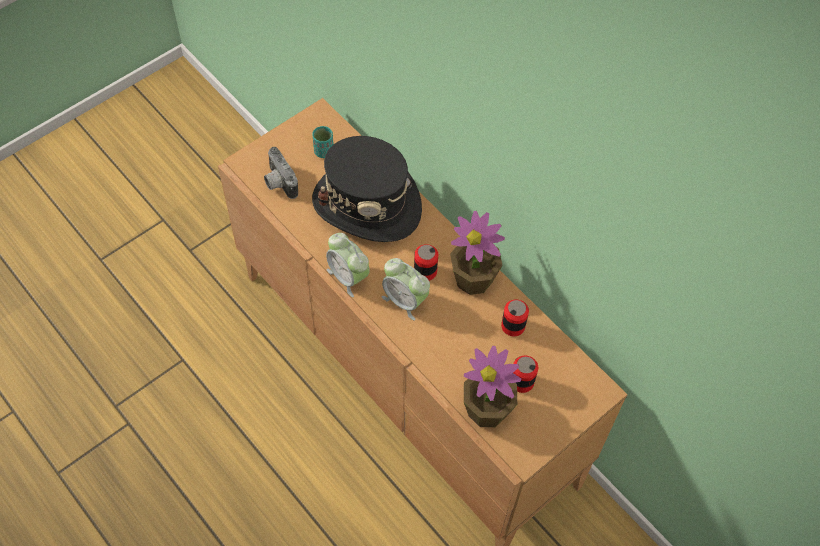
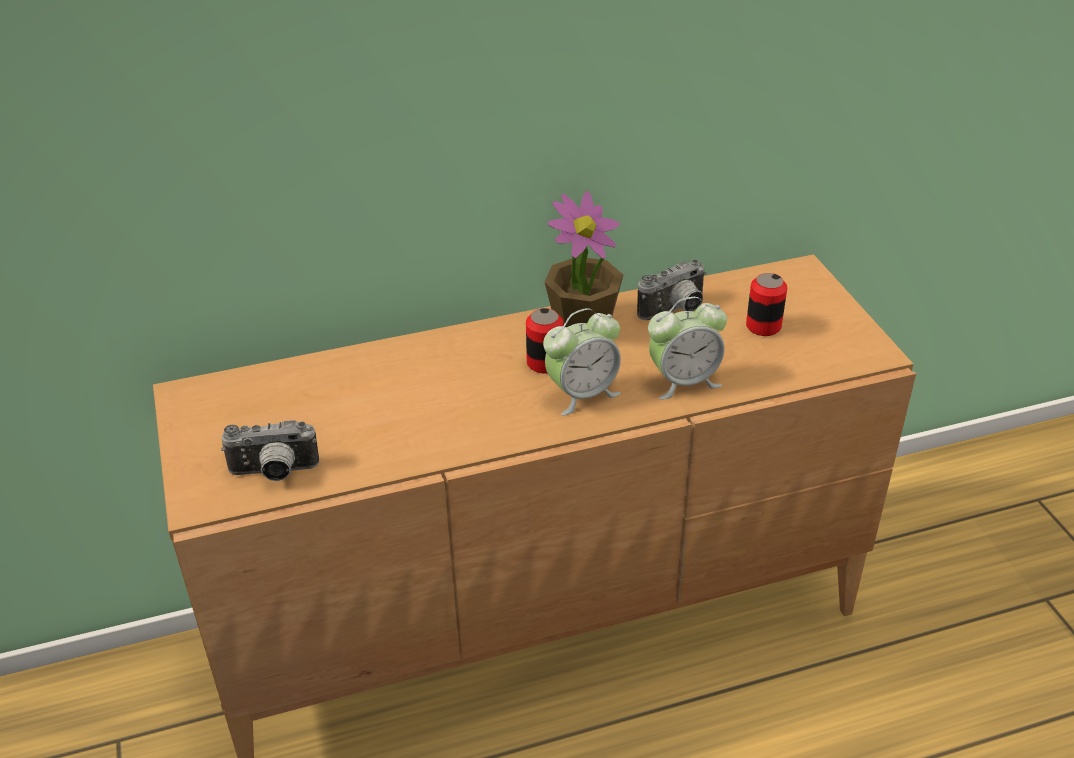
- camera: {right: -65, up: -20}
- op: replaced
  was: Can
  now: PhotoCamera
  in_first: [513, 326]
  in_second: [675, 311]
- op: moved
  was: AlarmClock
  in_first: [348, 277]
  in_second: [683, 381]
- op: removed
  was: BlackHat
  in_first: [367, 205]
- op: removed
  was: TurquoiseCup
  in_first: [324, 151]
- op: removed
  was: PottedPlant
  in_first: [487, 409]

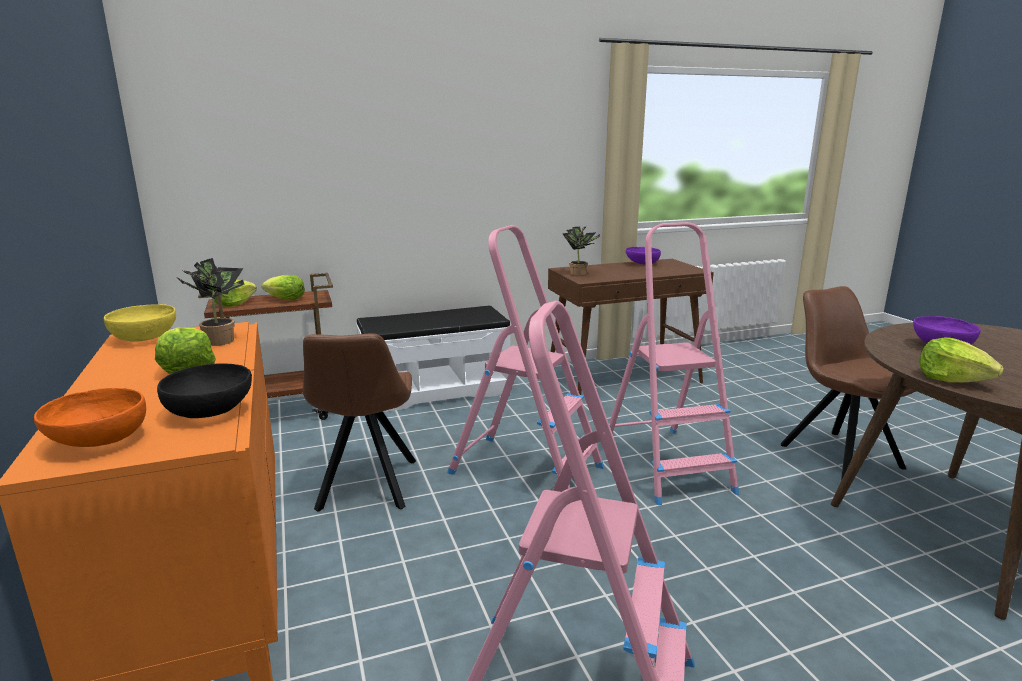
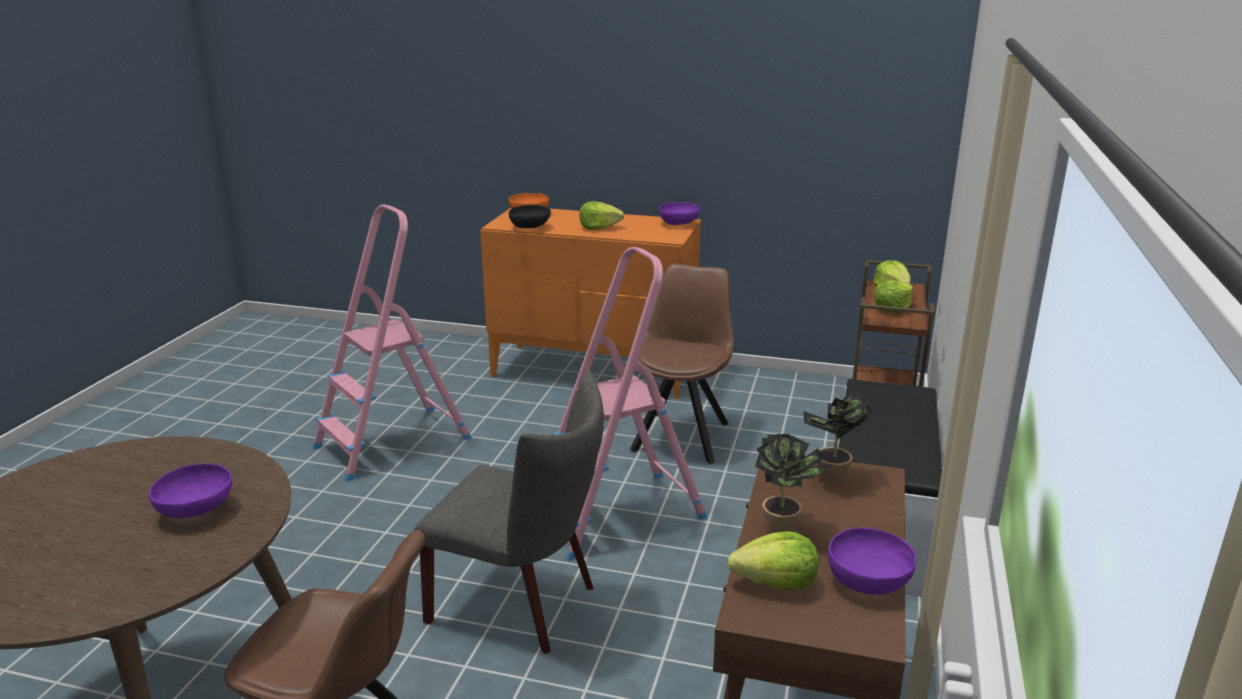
- camera: {right: 125, up: 5}
- op: replaced
  was: PinkStepLadder
  now: GreyChair
  in_first: [667, 464]
  in_second: [522, 604]
- op: turned
  was: BrownChair
  in_first: [367, 485]
  in_second: [682, 436]
  clockwise: 75
- op: recoloured
  was: YellowBowl
  now: PurpleBowl
  in_first: [145, 337]
  in_second: [679, 224]
- op: moved
  was: Lettuce
  in_first: [951, 379]
  in_second: [776, 583]
- op: moved
  was: PottedPlant
  in_first: [220, 340]
  in_second: [785, 528]

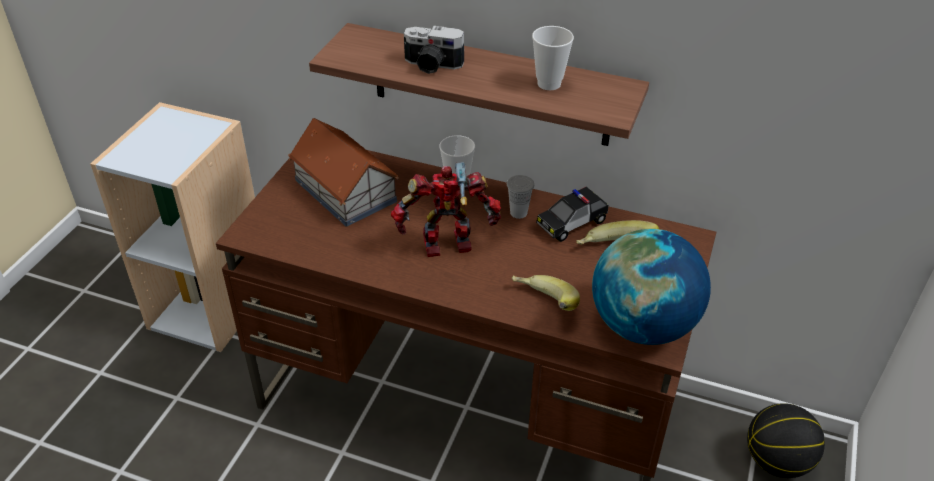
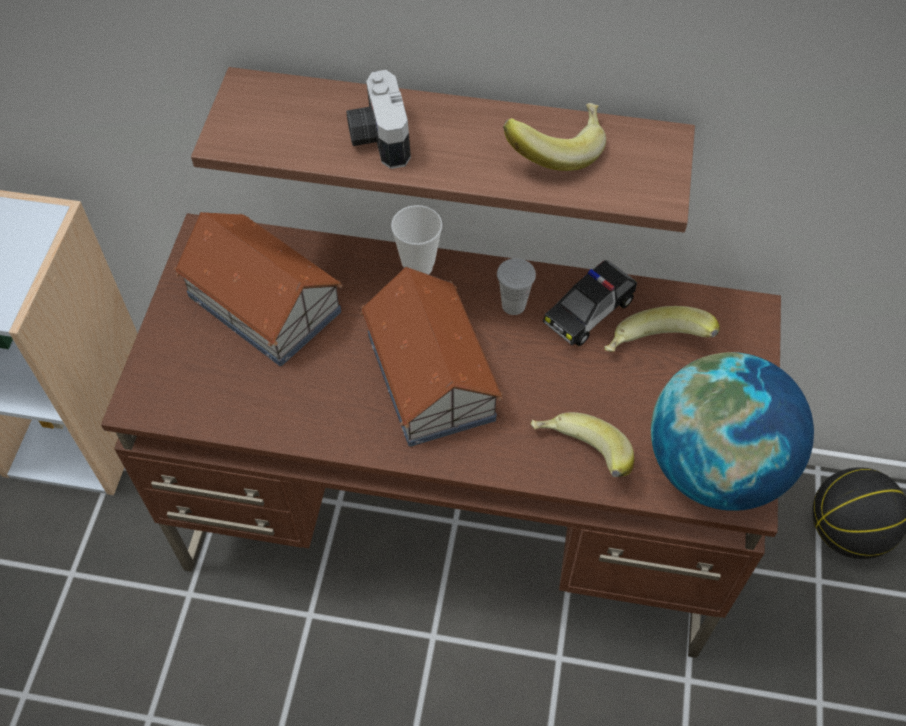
- camera: {right: -10, up: 15}
- op: turned
  was: PhotoCamera
  in_first: [432, 65]
  in_second: [377, 138]
  clockwise: 75
- op: replaced
  was: ToyRobot
  now: ToyHouse
  in_first: [448, 246]
  in_second: [430, 378]
- op: replaced
  was: Cup
  now: Banana
  in_first: [549, 84]
  in_second: [555, 150]

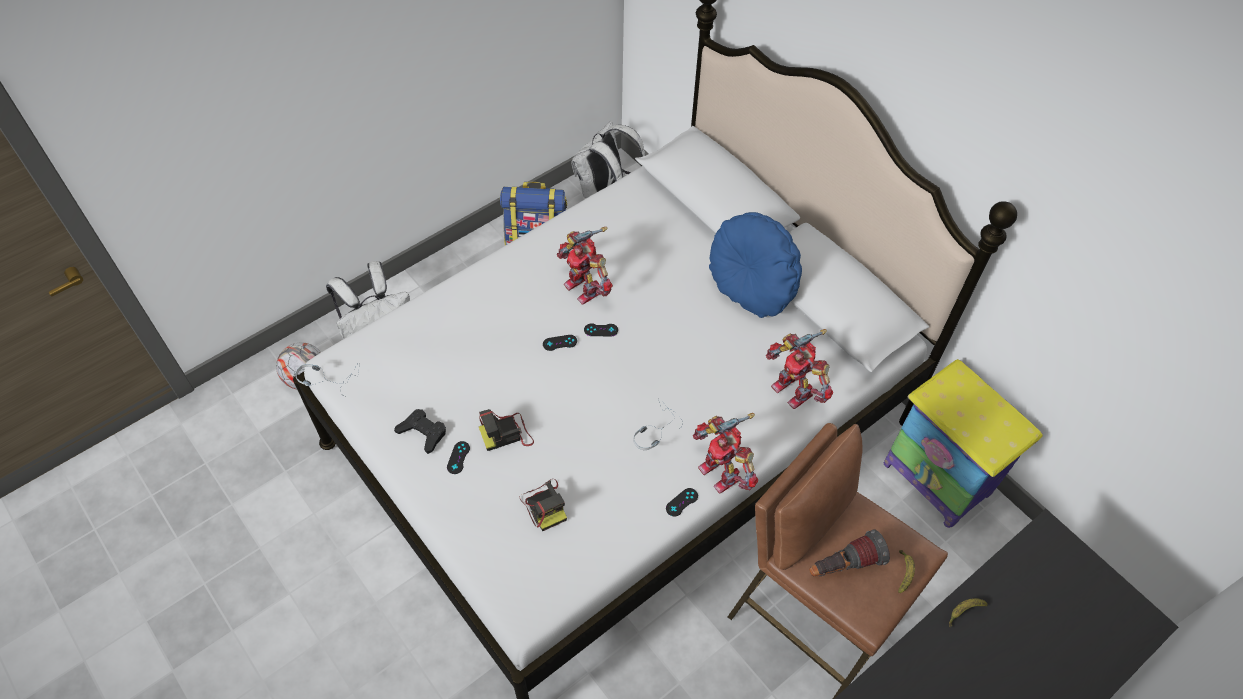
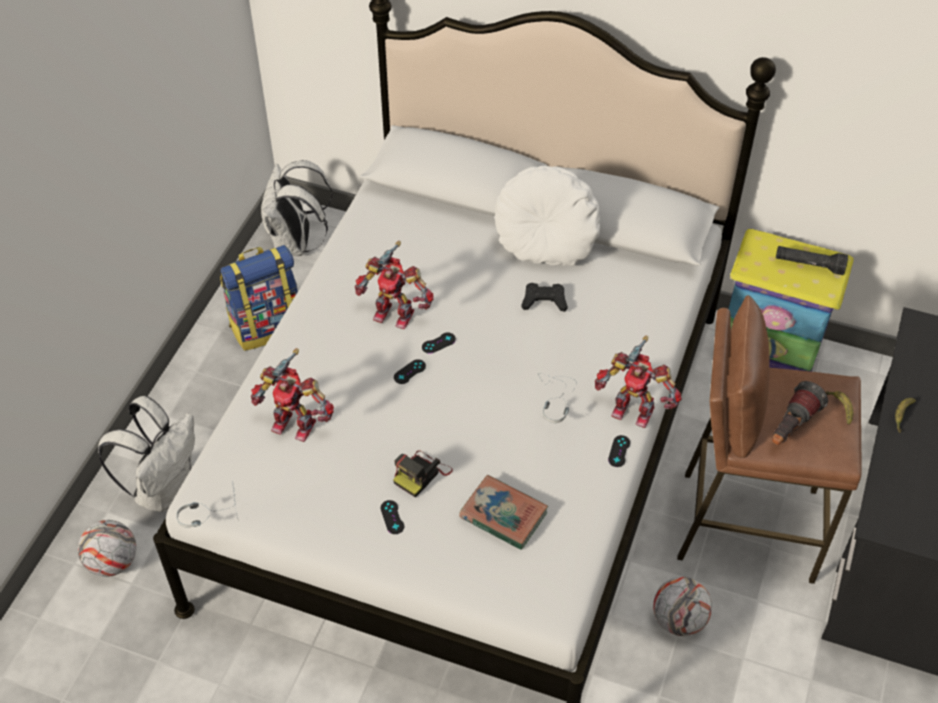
- camera: {right: -30, up: -5}
- op: moved
  was: ToyRobot
  in_first: [794, 389]
  in_second: [295, 423]
- op: replaced
  was: PhotoCamera
  now: Book
  in_first: [545, 505]
  in_second: [503, 515]
- op: recoloured
  was: BluePillow
  now: WhitePillow
  in_first: [749, 293]
  in_second: [545, 250]
- op: moved
  was: BlackGameController
  in_first: [423, 432]
  in_second: [544, 301]
- op: added
  now: Football
  in_second: [679, 620]
- op: added
  now: BlackFlashlight
  in_second: [809, 265]

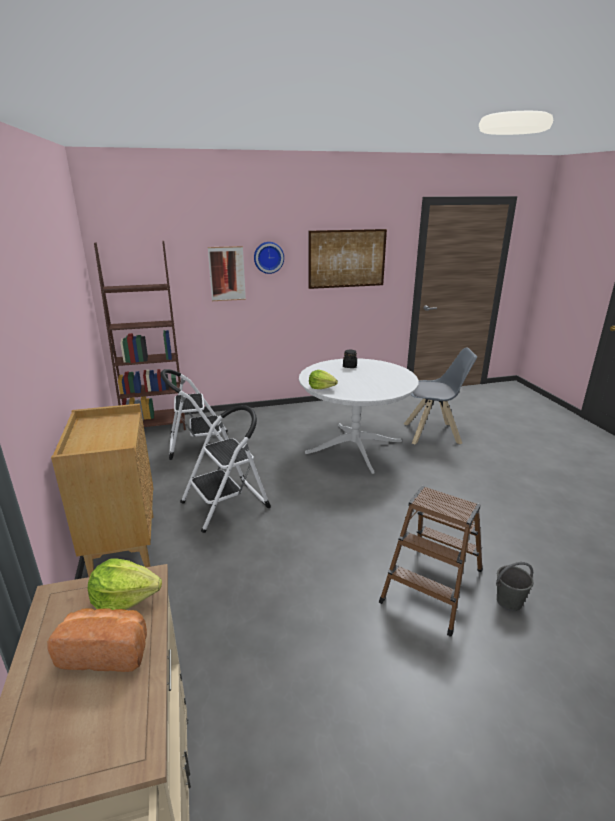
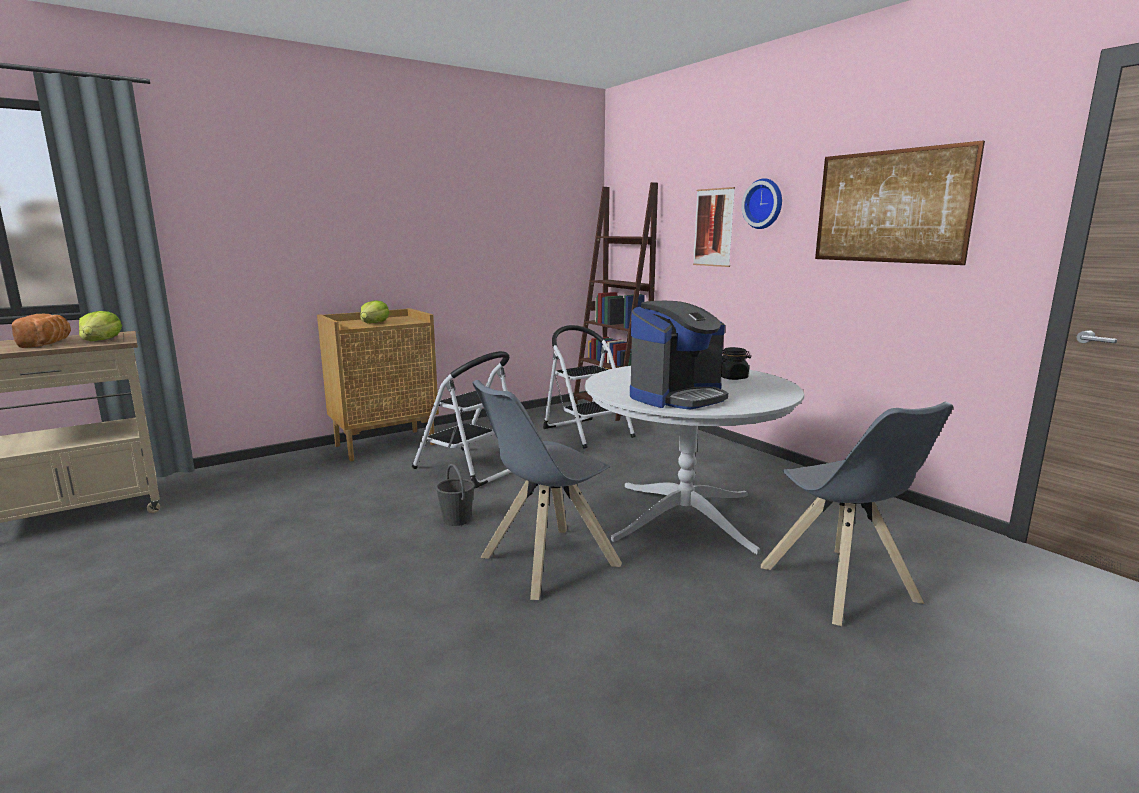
- camera: {right: 70, up: -10}
- op: moved
  was: Lettuce
  in_first: [321, 387]
  in_second: [374, 323]
- op: moved
  was: GreyBucket
  in_first: [508, 602]
  in_second: [456, 519]
- op: added
  now: GreyChair
  in_second: [546, 562]
- op: added
  now: CoffeeMachine
  in_second: [677, 397]
- op: removed
  was: BrownStepLadder
  in_first: [432, 584]

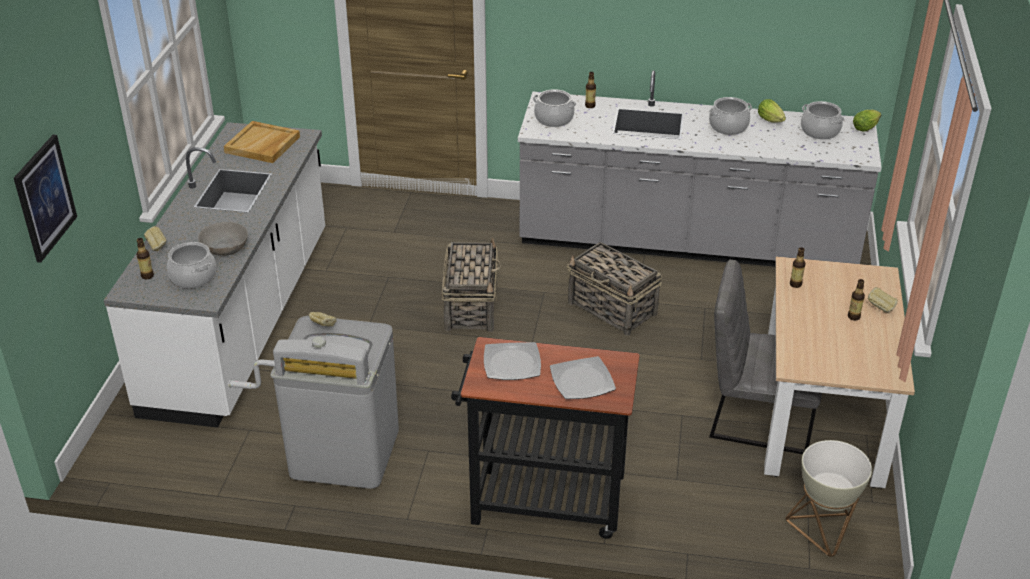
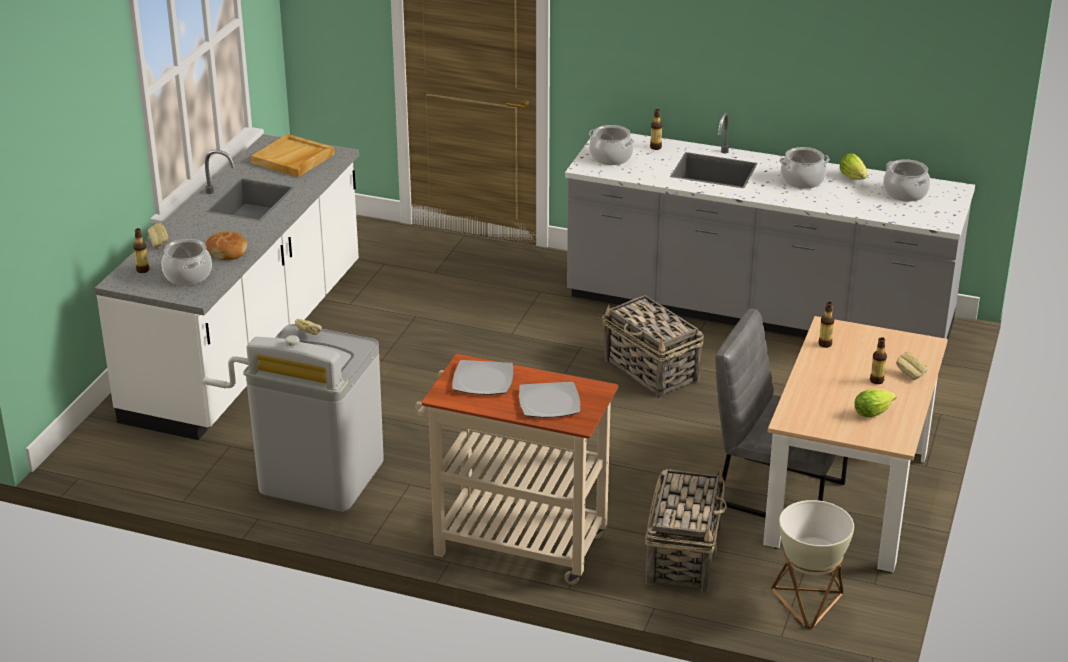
- camera: {right: 10, up: -5}
- op: replaced
  was: GreyBowl
  now: Bread
  in_first: [225, 248]
  in_second: [227, 252]
- op: recoloured
  was: BlackCart
  now: BeigeCart
  in_first: [544, 503]
  in_second: [517, 545]
- op: moved
  was: Basket
  in_first: [471, 306]
  in_second: [683, 555]
- op: moved
  was: Lettuce
  in_first: [866, 128]
  in_second: [874, 412]
- op: removed
  was: Picture
  in_first: [44, 198]

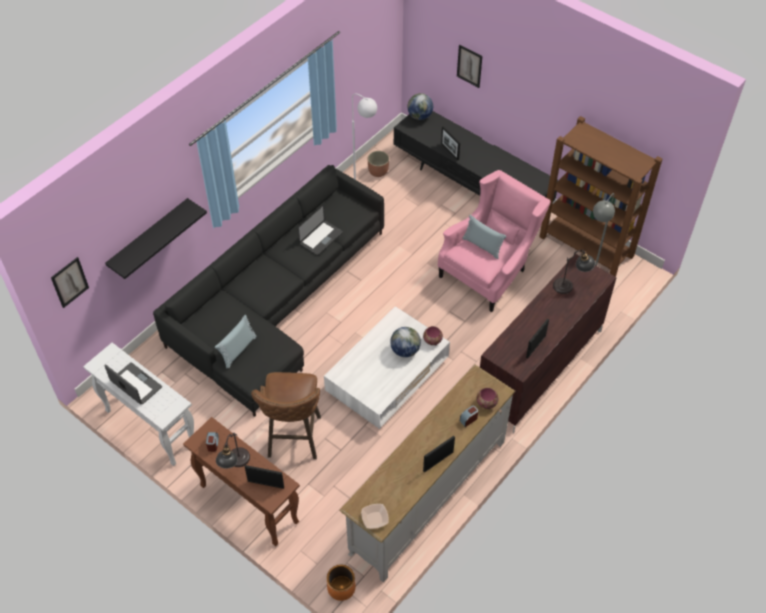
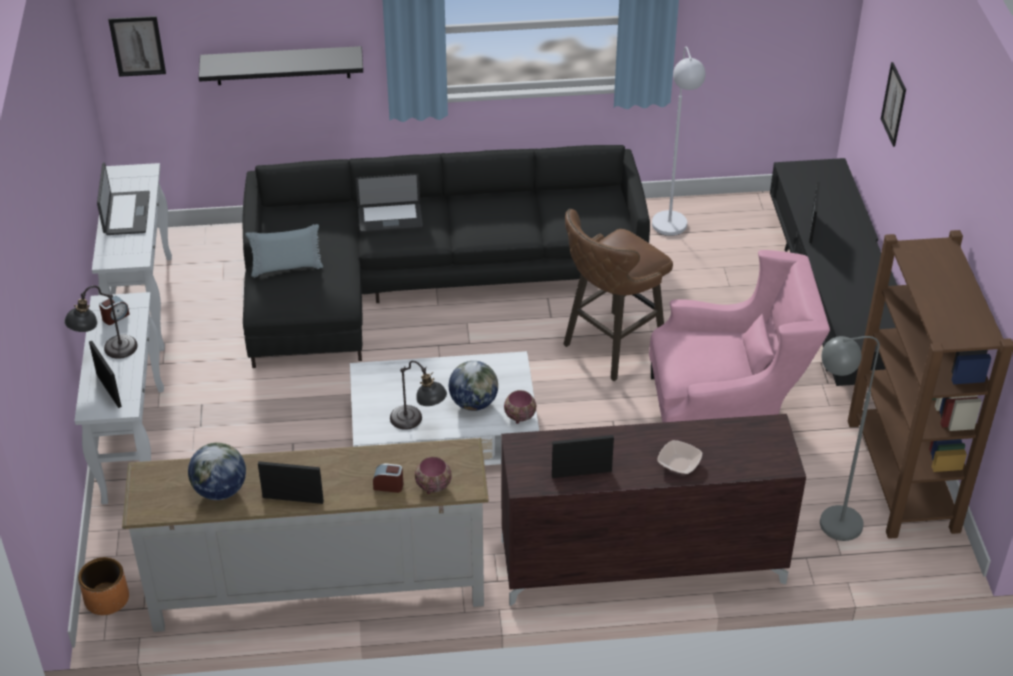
- camera: {right: 45, up: -10}
- op: recoloured
  was: BrownConsoleTable
  now: WhiteConsoleTable
  in_first: [248, 503]
  in_second: [133, 443]
- op: moved
  was: Globe
  in_first: [419, 116]
  in_second: [220, 490]
- op: moved
  was: Laptop
  in_first: [321, 238]
  in_second: [390, 219]
- op: moved
  was: GreyTableLamp
  in_first: [571, 284]
  in_second: [418, 422]
- op: moved
  was: BrownStool
  in_first: [294, 439]
  in_second: [611, 348]
- op: moved
  was: Bowl
  in_first: [374, 518]
  in_second: [679, 463]
- op: removed
  was: Planter
  in_first: [378, 171]
- op: removed
  was: BluePillow
  in_first: [482, 246]

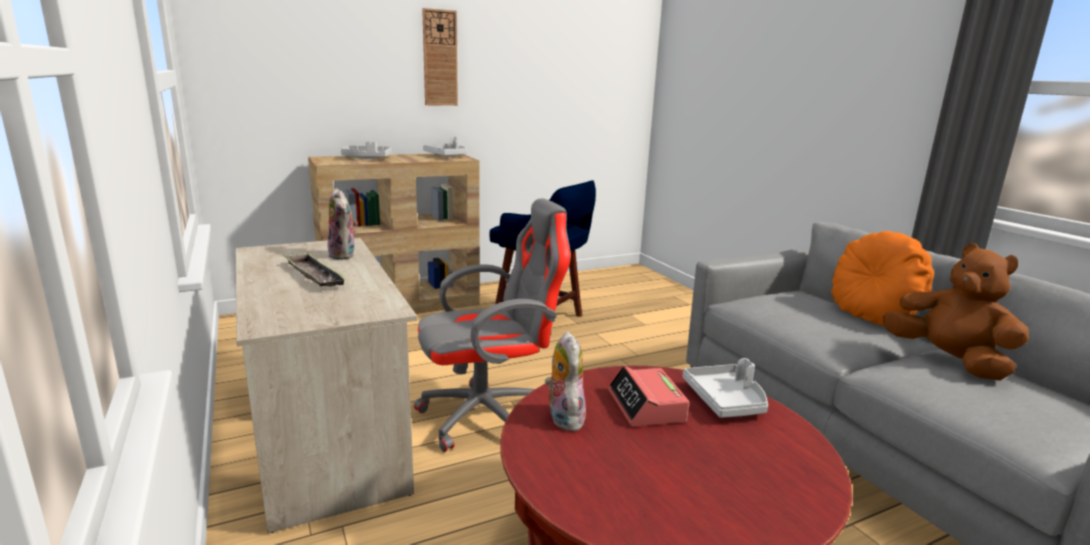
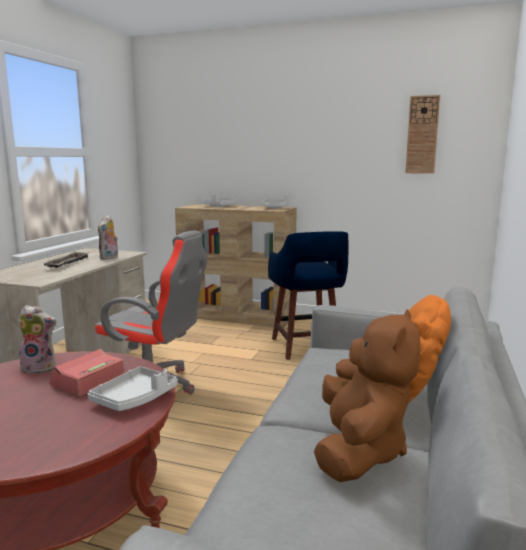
- camera: {right: 45, up: -5}
- op: turned
  was: PlushToy
  in_first: [563, 418]
  in_second: [40, 368]
  clockwise: 60
- op: moved
  was: WallClock
  in_first: [440, 58]
  in_second: [422, 135]

